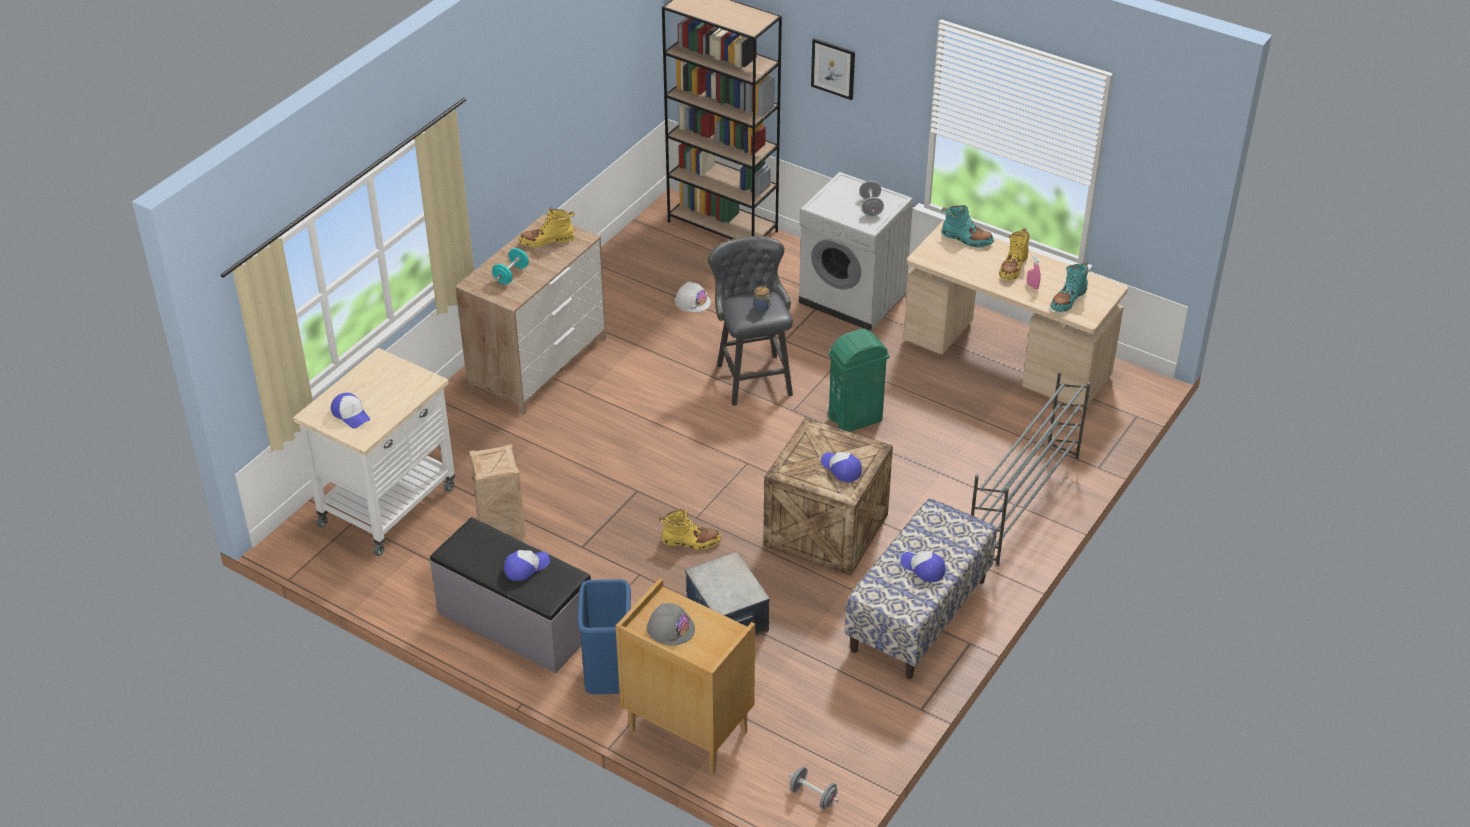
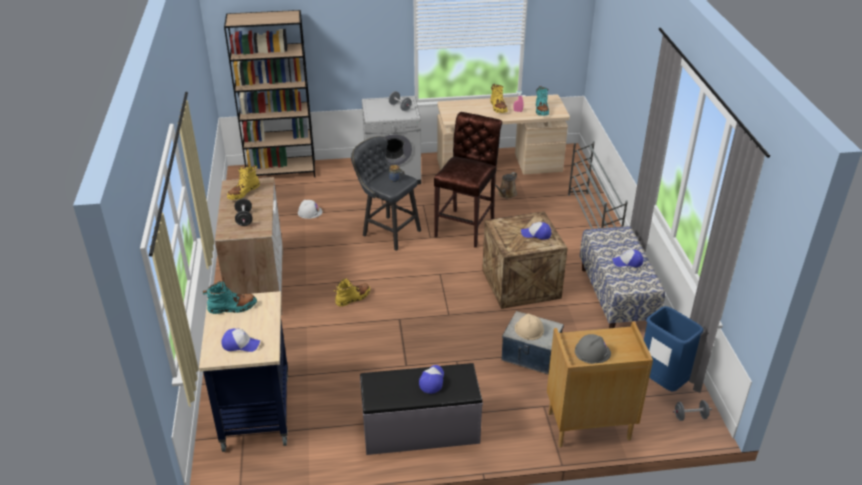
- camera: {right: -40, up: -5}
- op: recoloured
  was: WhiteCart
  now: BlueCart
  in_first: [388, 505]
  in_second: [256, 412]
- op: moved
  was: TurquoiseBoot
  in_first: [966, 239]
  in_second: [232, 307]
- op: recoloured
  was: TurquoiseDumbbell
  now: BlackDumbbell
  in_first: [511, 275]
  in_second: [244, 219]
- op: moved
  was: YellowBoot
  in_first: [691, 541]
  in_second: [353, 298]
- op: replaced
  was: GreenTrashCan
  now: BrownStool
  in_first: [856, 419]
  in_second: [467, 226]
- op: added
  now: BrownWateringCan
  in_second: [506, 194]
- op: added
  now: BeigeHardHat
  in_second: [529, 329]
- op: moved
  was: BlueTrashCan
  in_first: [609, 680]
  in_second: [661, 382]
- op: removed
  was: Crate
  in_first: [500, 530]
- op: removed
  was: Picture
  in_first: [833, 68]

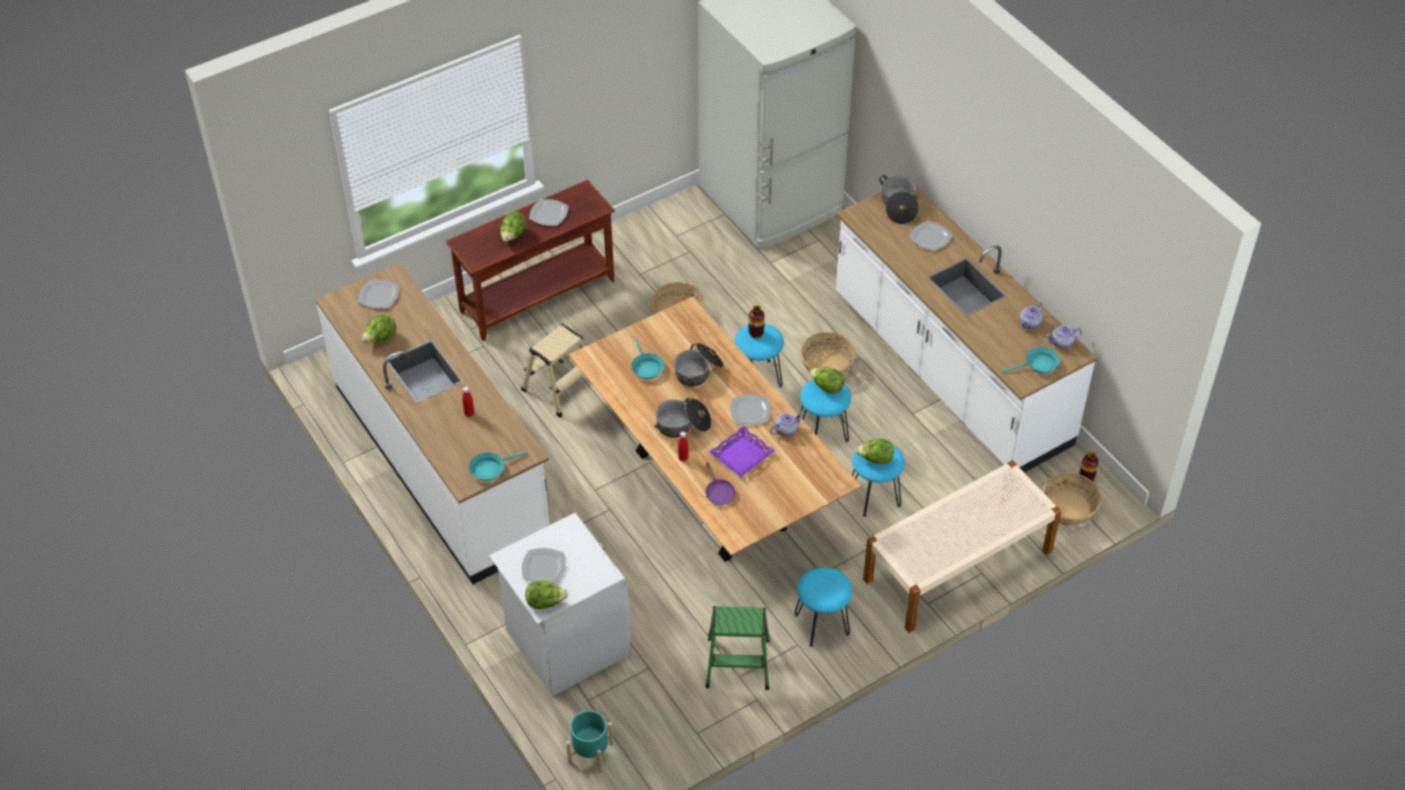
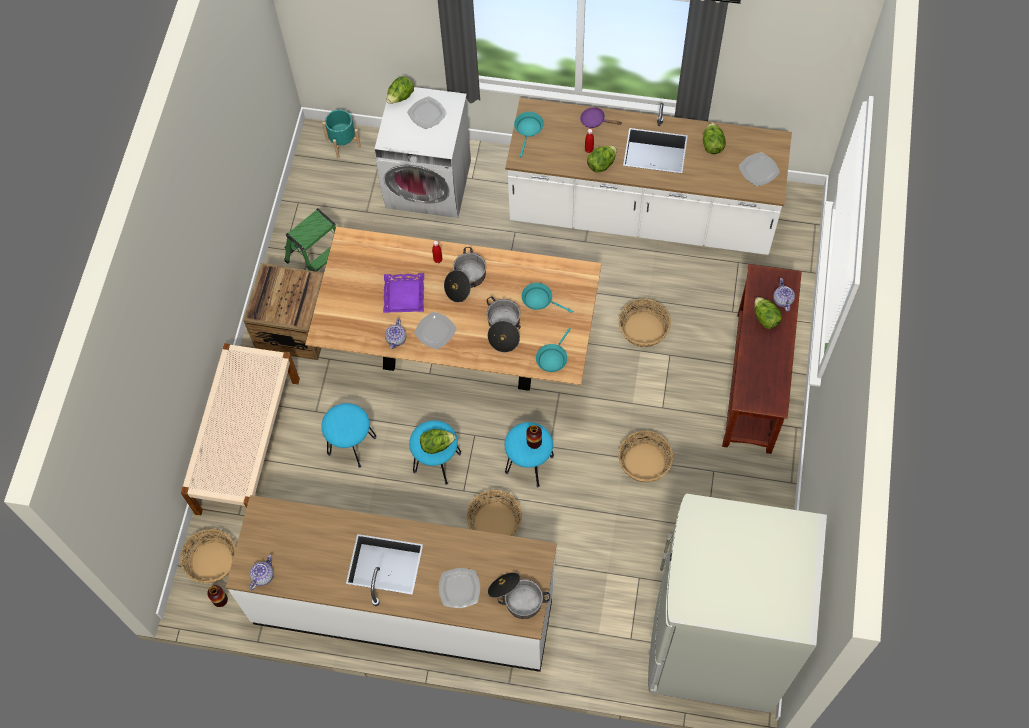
- camera: {right: 135, up: 15}
- op: replaced
  was: TurquoiseStool
  now: Crate
  in_first: [821, 624]
  in_second: [294, 327]
- op: moved
  was: TurquoiseFryingPan
  in_first: [1038, 365]
  in_second: [552, 358]
- op: moved
  was: PurpleFryingPan
  in_first: [718, 493]
  in_second: [595, 121]
- op: moved
  was: Lettuce
  in_first: [875, 459]
  in_second: [601, 164]
- op: replaced
  was: BeigeStepLadder
  now: Basket
  in_first: [560, 387]
  in_second: [644, 330]
- op: moved
  was: Teapot
  in_first: [1030, 323]
  in_second: [782, 300]
- op: removed
  was: Plate
  in_first: [548, 214]

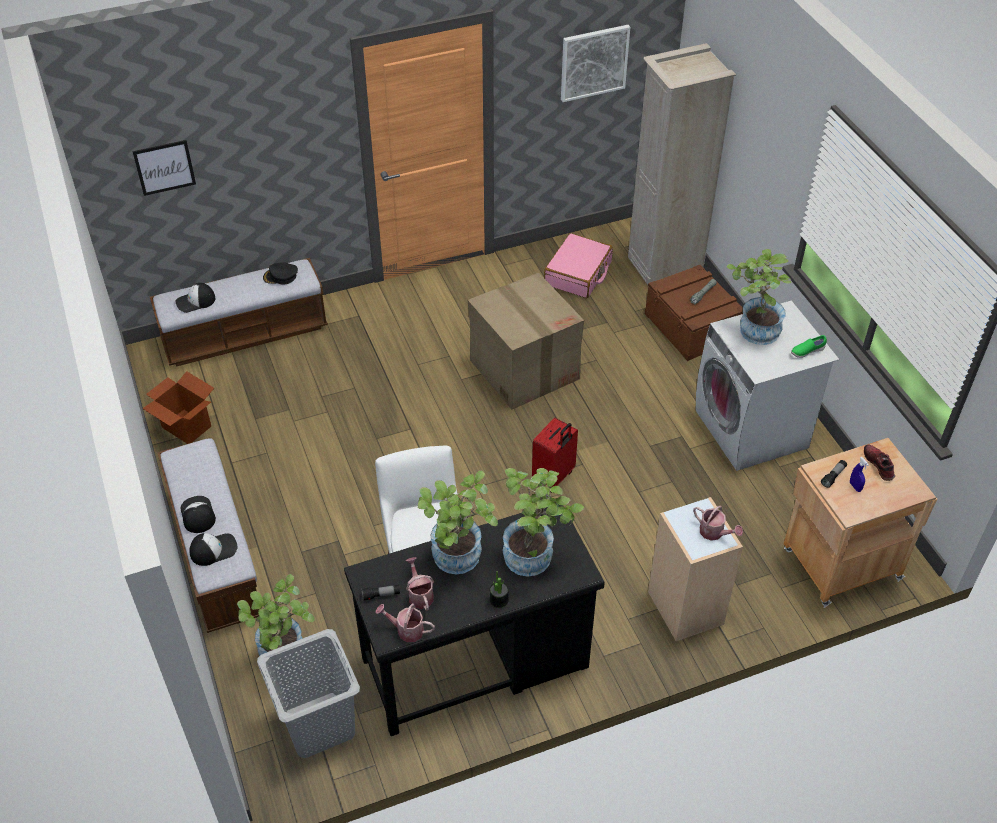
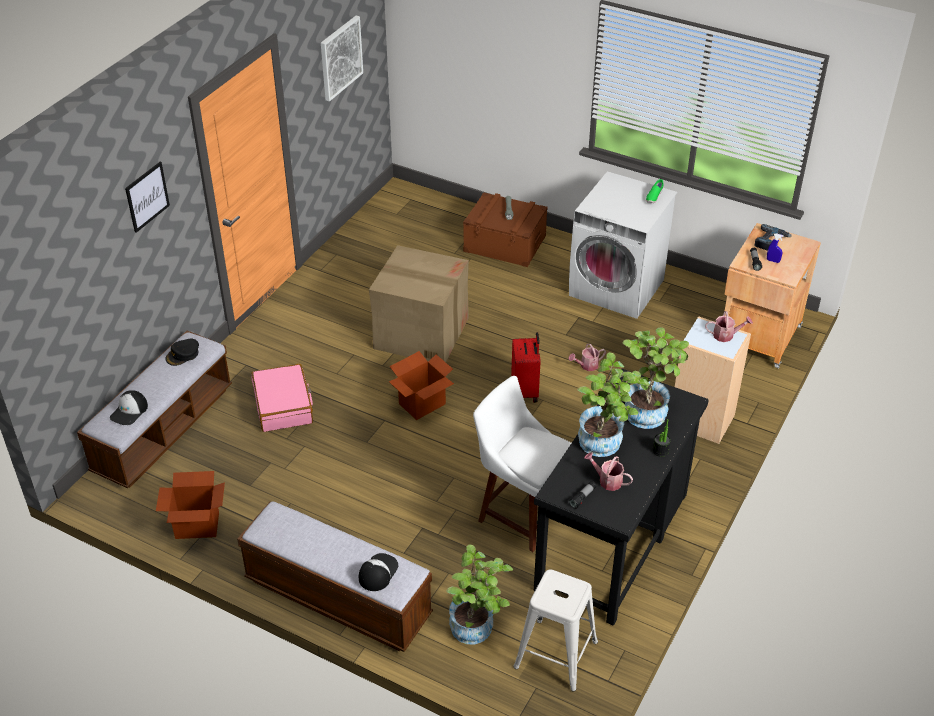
- camera: {right: -40, up: -5}
- op: moved
  was: Picture
  in_first: [164, 167]
  in_second: [147, 196]
- op: moved
  was: PinkSuitcase
  in_first: [578, 274]
  in_second: [283, 406]
- op: added
  now: CardboardBox
  in_second: [422, 404]
- op: replaced
  was: GreyLaundryBasket
  now: WhiteStool
  in_first: [318, 724]
  in_second: [555, 654]
- op: moved
  was: WateringCan
  in_first: [406, 630]
  in_second: [586, 366]
- op: replaced
  was: Shoe
  now: PowerDrill
  in_first: [879, 465]
  in_second: [771, 241]
- op: removed
  was: Cap
  in_first: [197, 515]
- op: removed
  was: BeigeCabinet
  in_first: [664, 265]
- op: removed
  was: PottedPlant
  in_first: [753, 330]

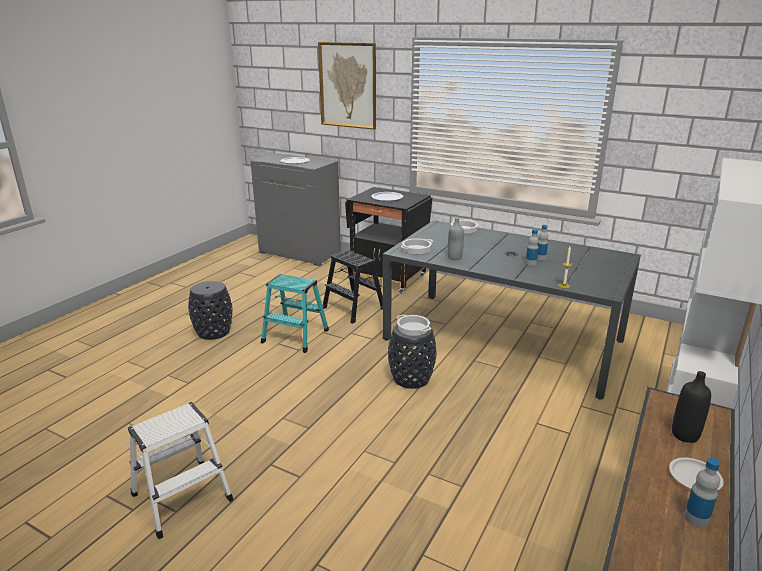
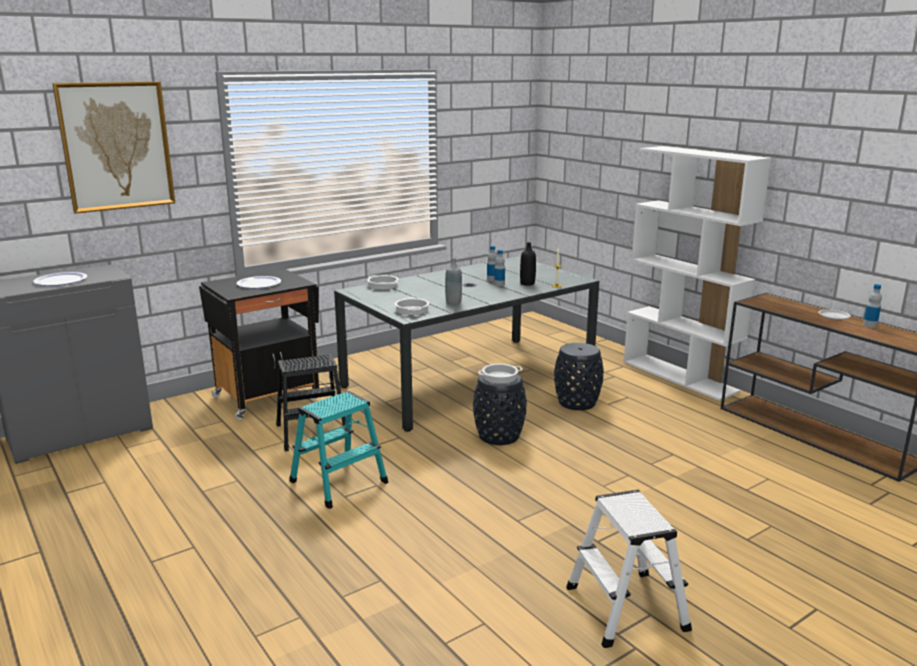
- camera: {right: -65, up: -5}
- op: moved
  was: BlackBottle
  in_first: [685, 435]
  in_second: [527, 283]
- op: moved
  was: BlackStool
  in_first: [213, 332]
  in_second: [577, 403]

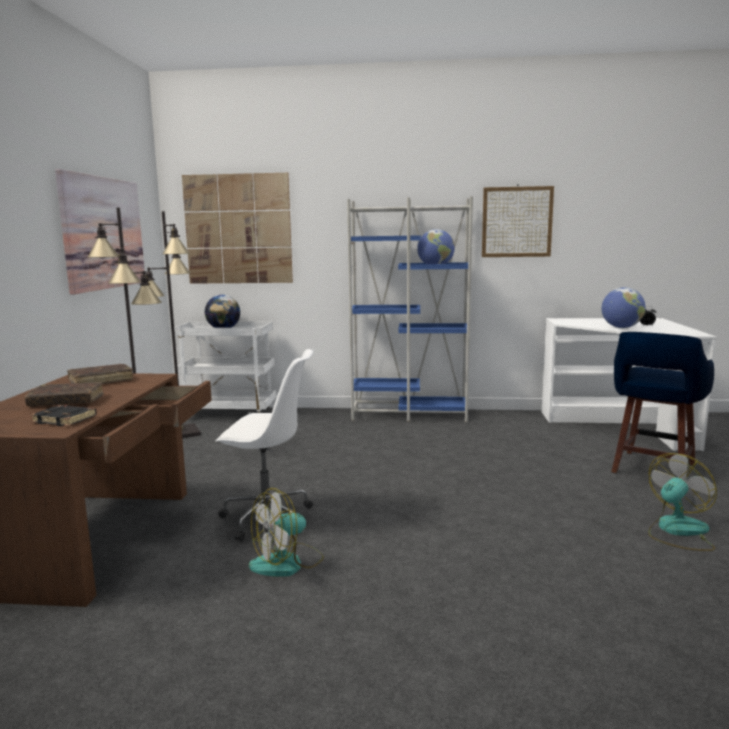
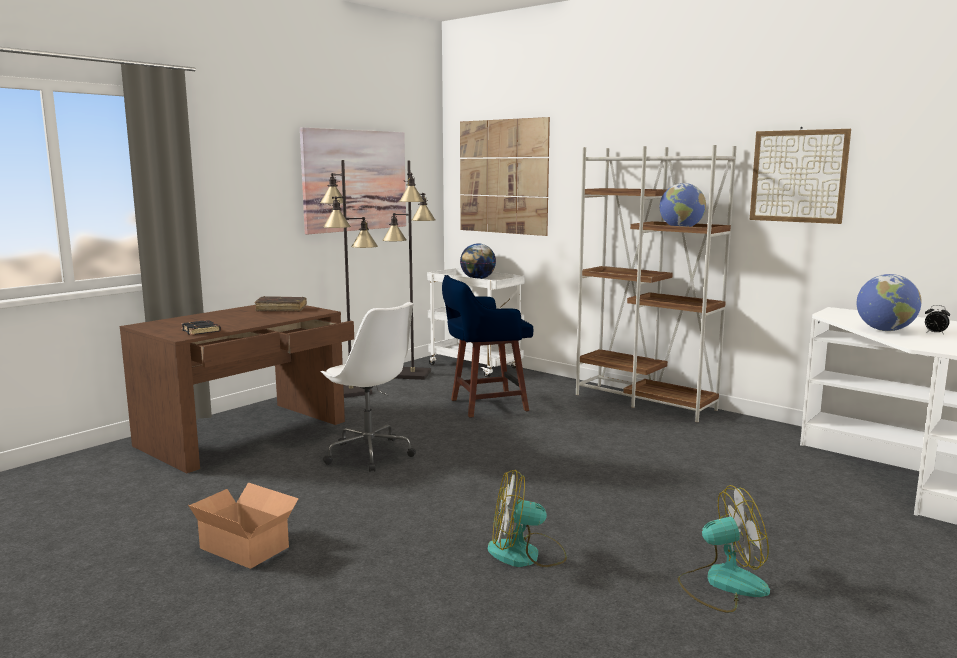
- camera: {right: 35, up: 0}
- op: added
  now: CardboardBox
  in_second: [245, 546]
- op: moved
  was: BlueStool
  in_first: [652, 470]
  in_second: [485, 405]
- op: moved
  was: Fan
  in_first: [287, 563]
  in_second: [526, 554]
- op: recoloured
  was: BlueBookcase
  now: BrownBookcase
  in_first: [410, 415]
  in_second: [645, 402]
- op: removed
  was: BrownBook
  in_first: [66, 402]

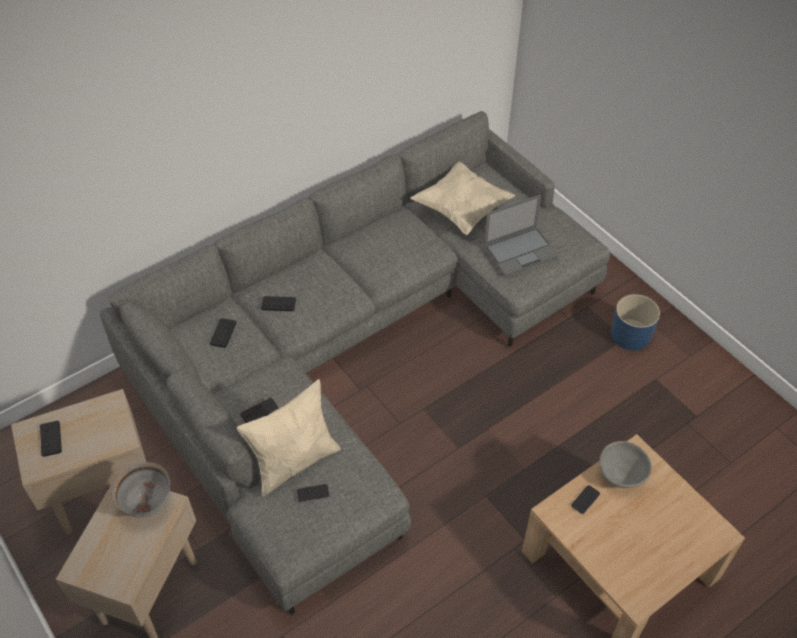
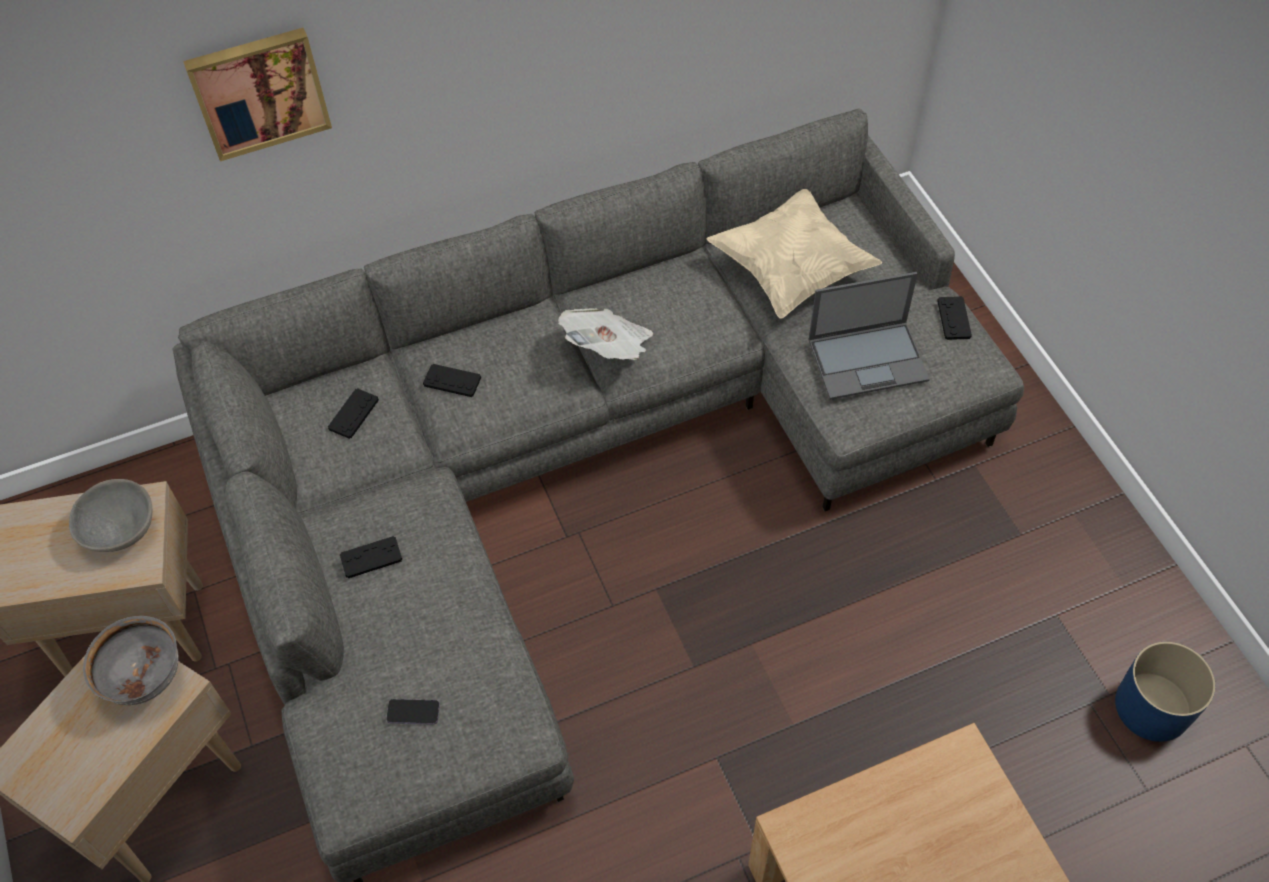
- camera: {right: 15, up: 5}
- op: moved
  was: GreyBowl
  in_first: [621, 473]
  in_second: [119, 530]
- op: added
  now: Picture
  in_second: [258, 91]
- op: added
  now: Newspaper
  in_second: [608, 348]
- op: moved
  was: BlackGameController
  in_first: [51, 439]
  in_second: [954, 319]
- op: moved
  was: BluePlanter
  in_first: [630, 334]
  in_second: [1152, 706]
- op: removed
  was: BeigePillow
  in_first: [294, 461]
- op: removed
  was: Phone
  in_first: [585, 500]

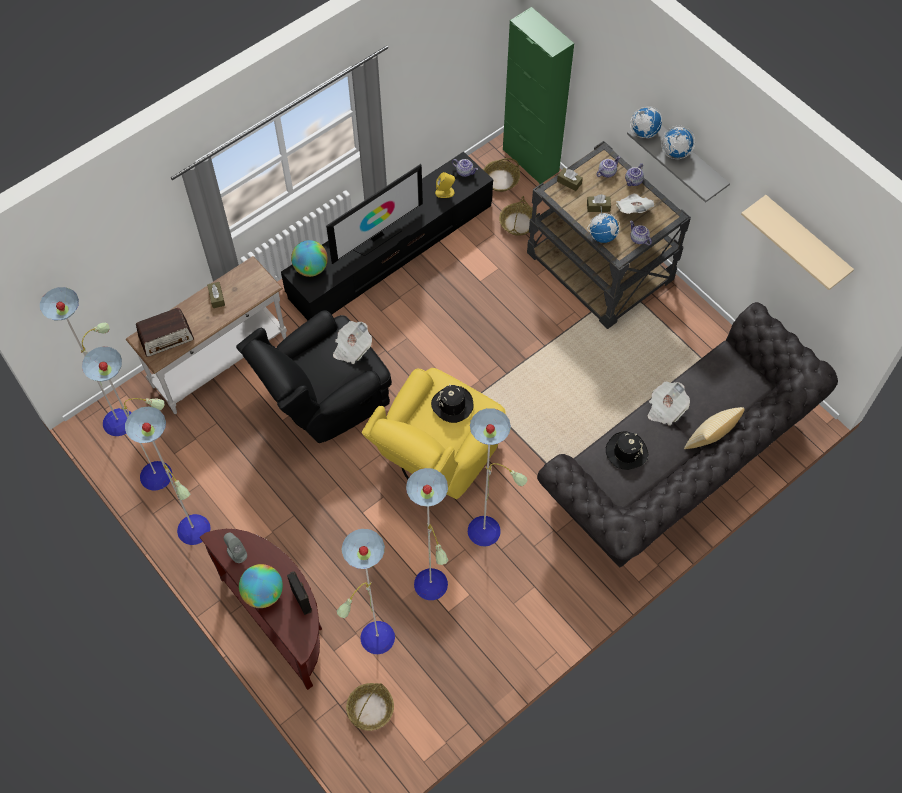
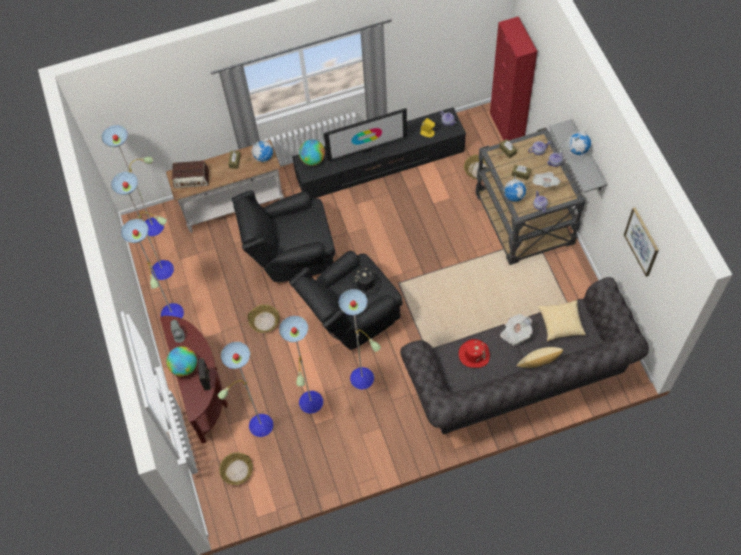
- camera: {right: 25, up: 0}
- op: moved
  was: Basket
  in_first: [500, 180]
  in_second: [265, 321]
- op: moved
  was: Globe
  in_first: [644, 132]
  in_second: [263, 157]
- op: recoloured
  was: YellowArmchair
  now: BlackArmchair
  in_first: [436, 458]
  in_second: [350, 318]
- op: recoloured
  was: BlackHat
  now: RedHat
  in_first: [626, 451]
  in_second: [474, 354]
- op: recoloured
  was: GreenCabinet
  now: RedCabinet
  in_first: [530, 160]
  in_second: [506, 127]
- op: added
  now: Pillow
  in_second: [561, 324]
- op: replaced
  was: BeigeShelf
  now: Picture
  in_first: [805, 240]
  in_second: [642, 241]
- op: removed
  was: Newspaper
  in_first: [352, 348]

